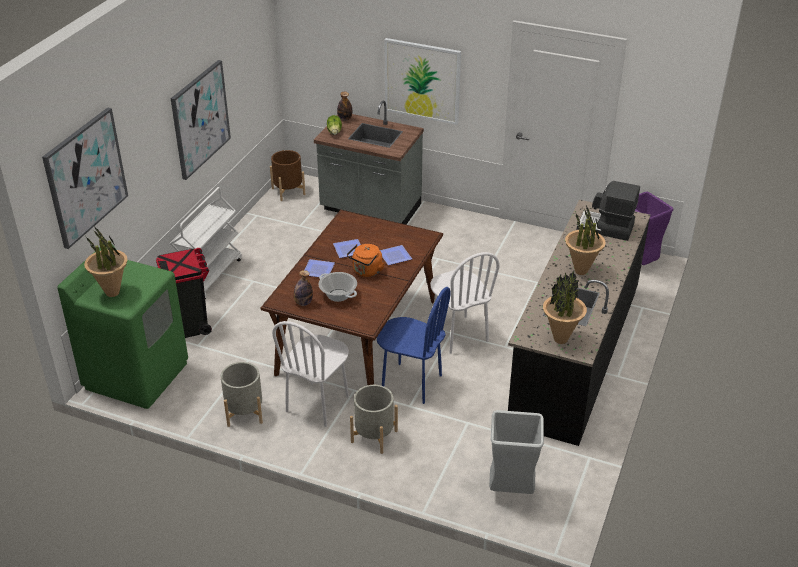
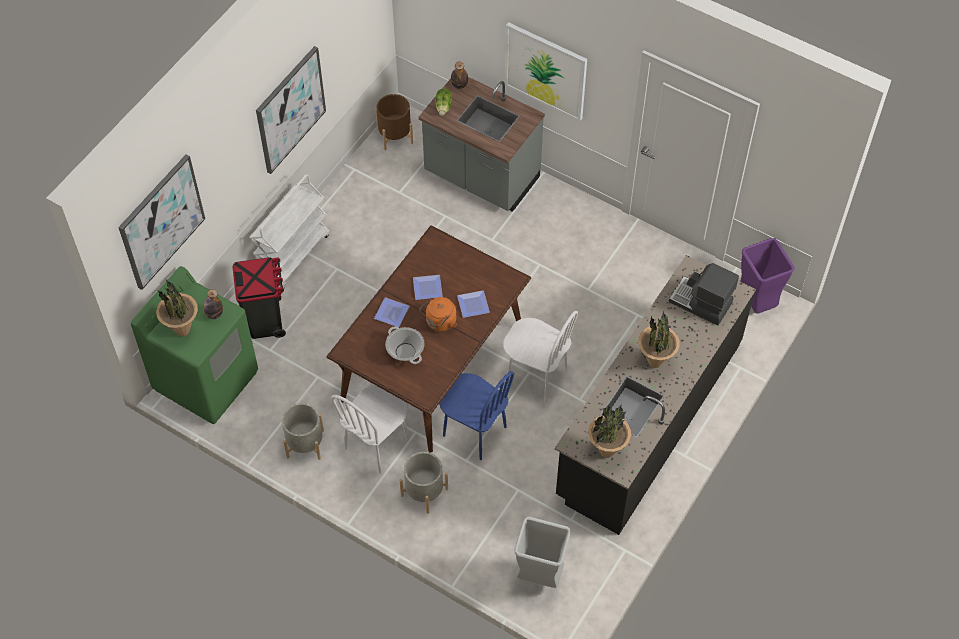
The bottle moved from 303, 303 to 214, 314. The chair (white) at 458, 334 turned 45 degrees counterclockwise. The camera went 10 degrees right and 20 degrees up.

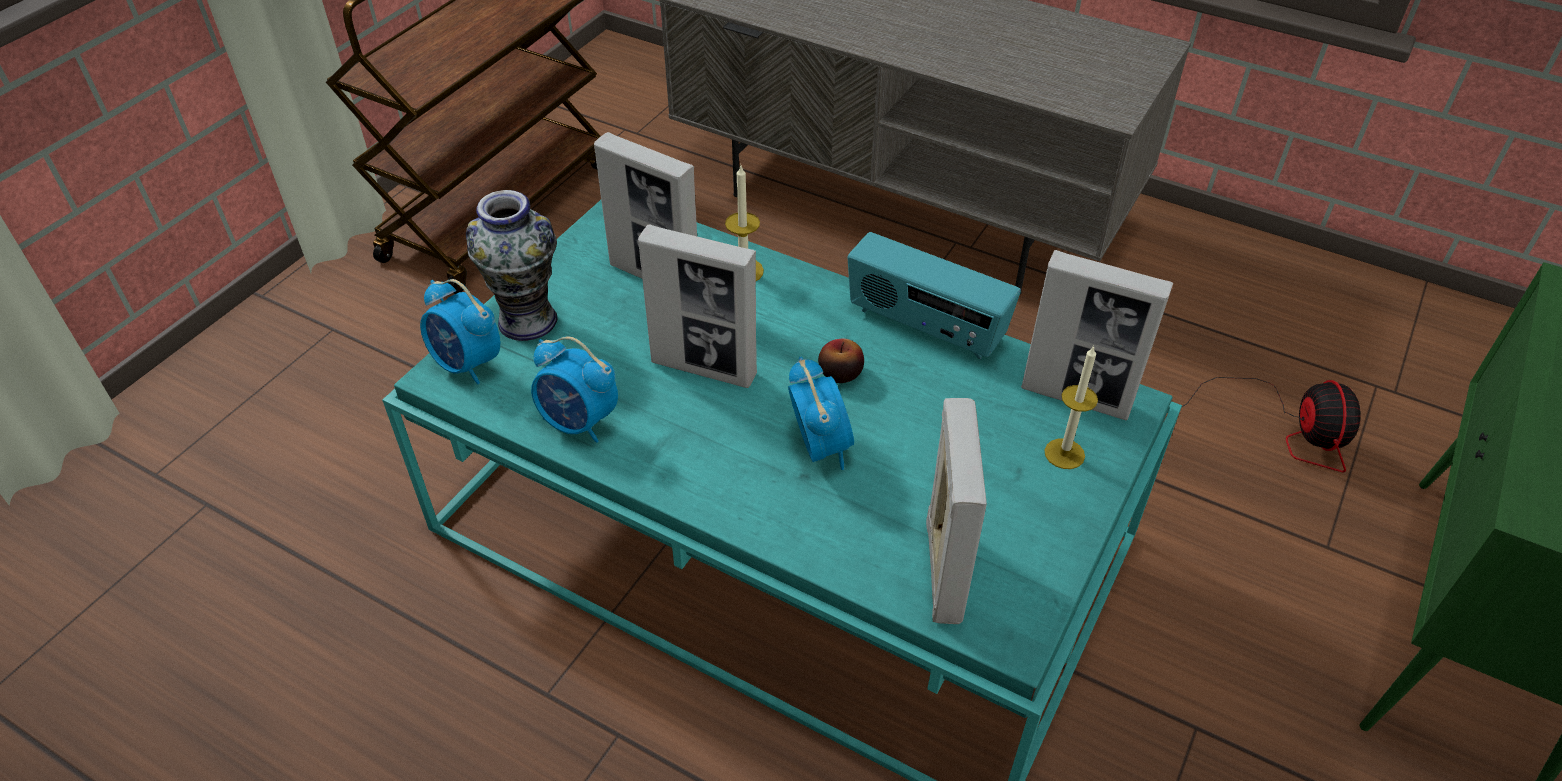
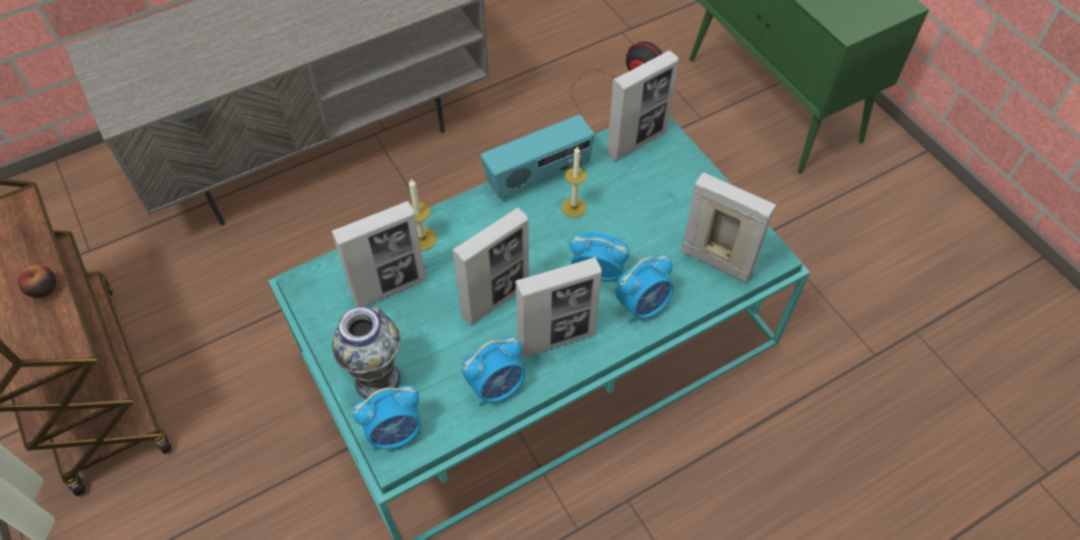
The apple moved from 840, 373 to 43, 288. The candle moved from 1064, 454 to 574, 207. The picture frame at 556, 339 appeared. The alarm clock at 643, 306 appeared. The camera went 60 degrees left and 10 degrees up.

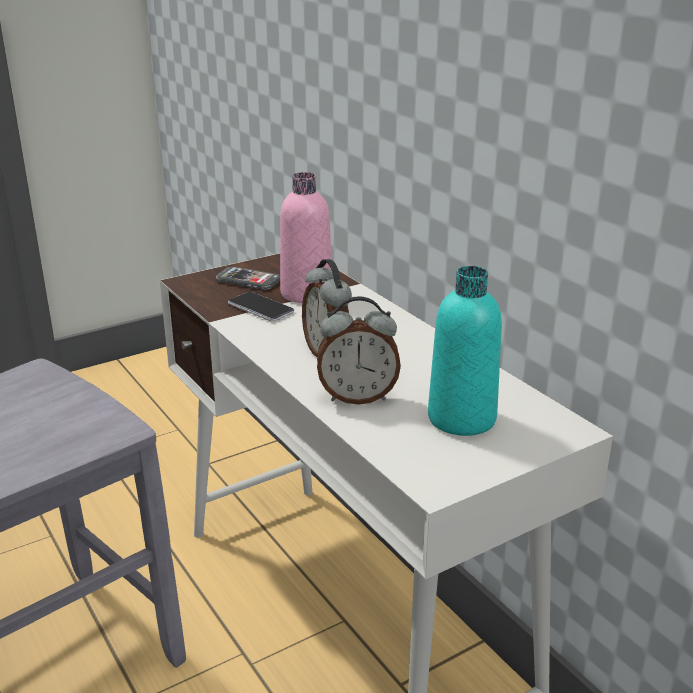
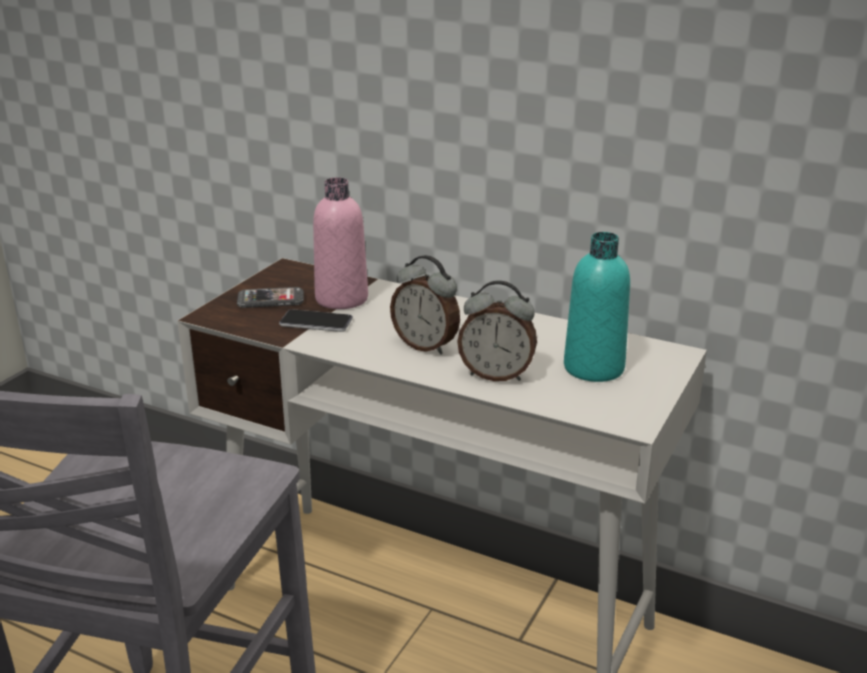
The alarm clock at 358, 397 turned 45 degrees clockwise. The camera went 30 degrees left and 0 degrees up.

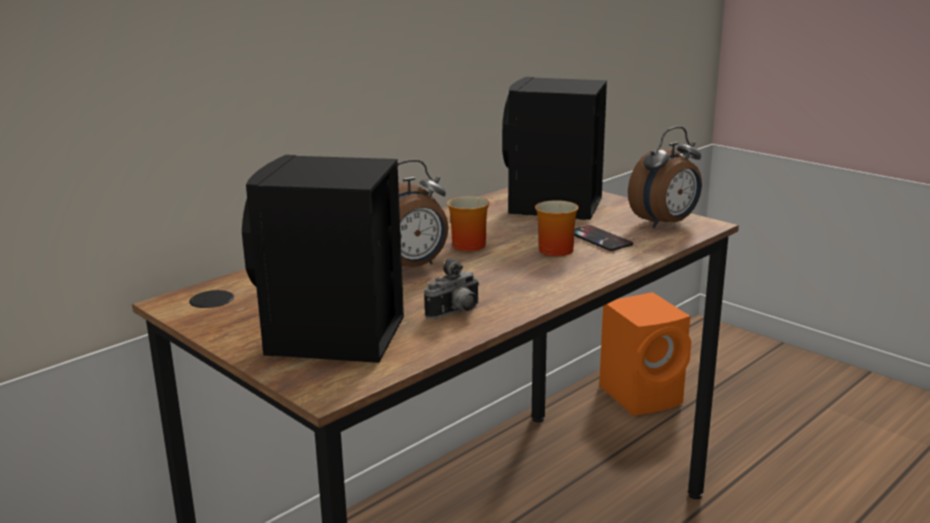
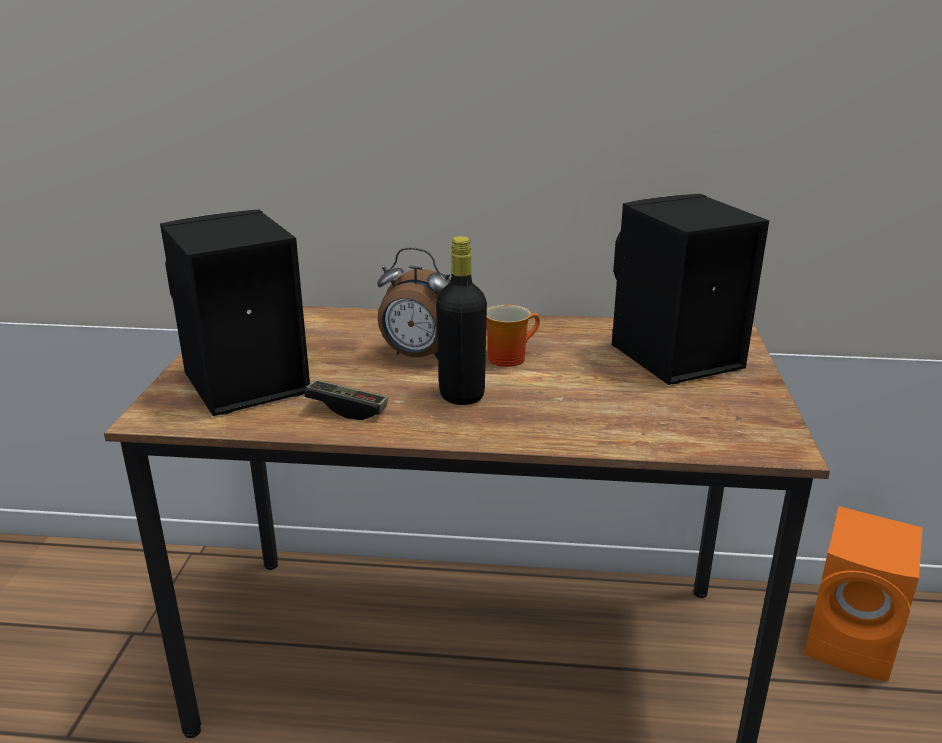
The photo camera at 456, 313 was replaced by the game controller at 347, 409. The mug at 552, 249 disappeared. The phone at 599, 239 disappeared. The alarm clock at 665, 223 disappeared. The bottle (black) at 461, 395 appeared. The camera went 50 degrees right and 5 degrees up.

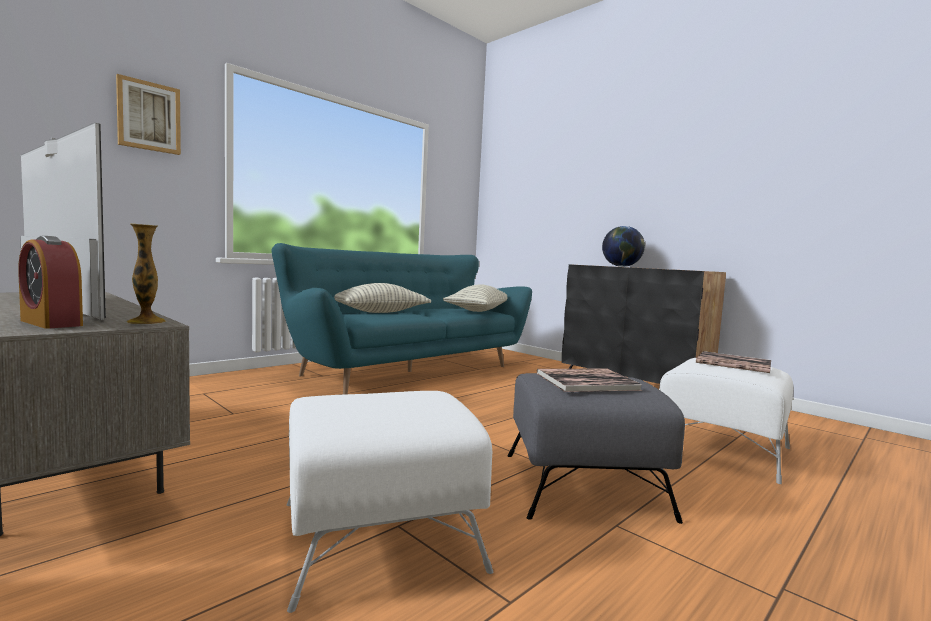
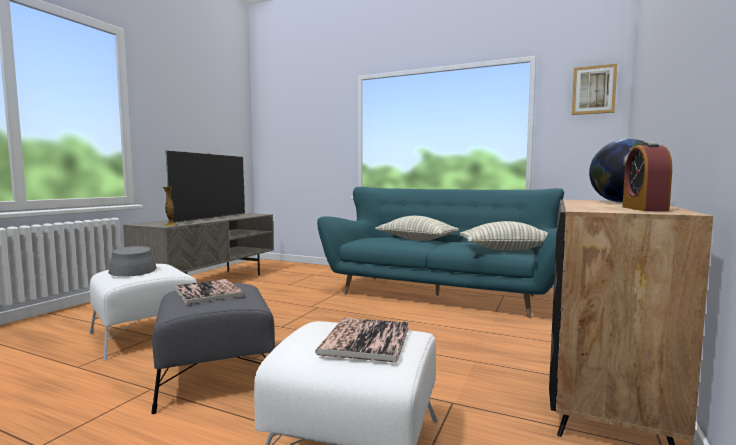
The alarm clock moved from 51, 323 to 644, 209. The picture moved from 149, 116 to 593, 90. The hat (grey) at 132, 269 appeared. The camera went 70 degrees right and 0 degrees up.

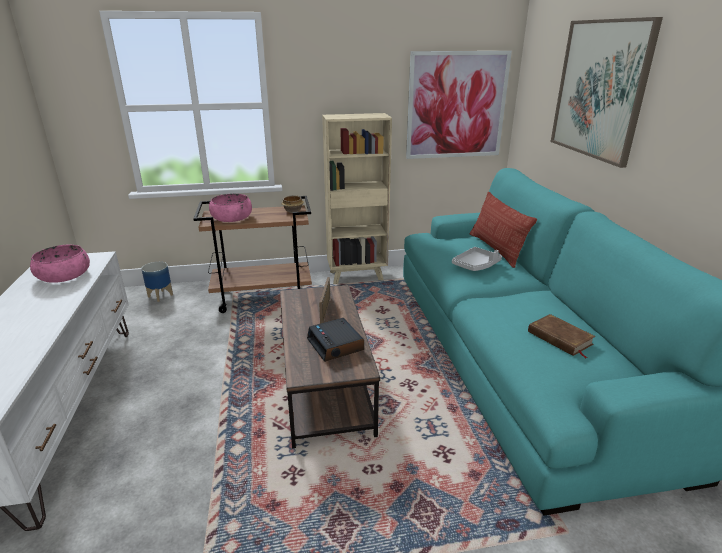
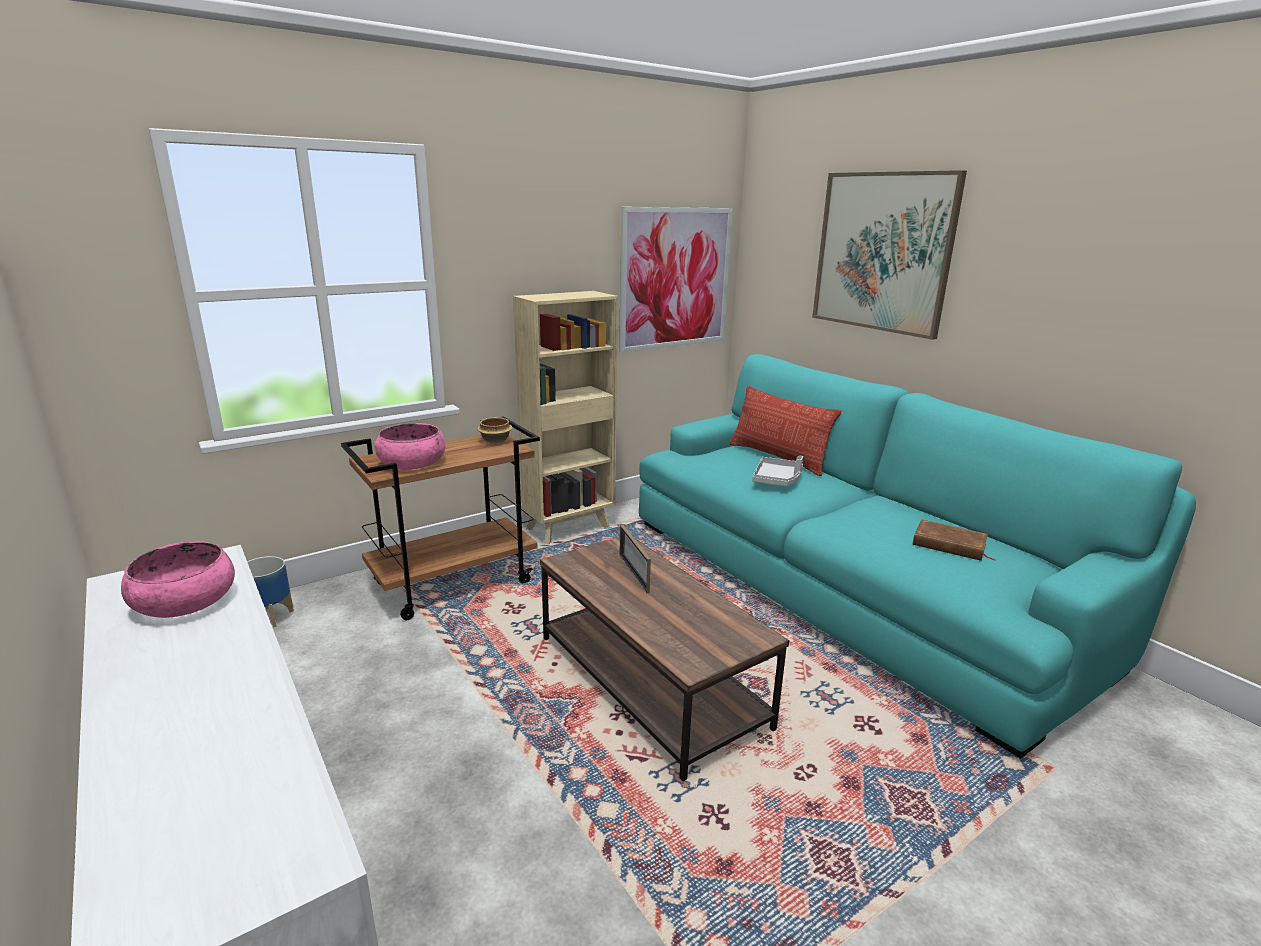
The alarm clock at 336, 345 disappeared. The camera went 25 degrees left and 5 degrees down.

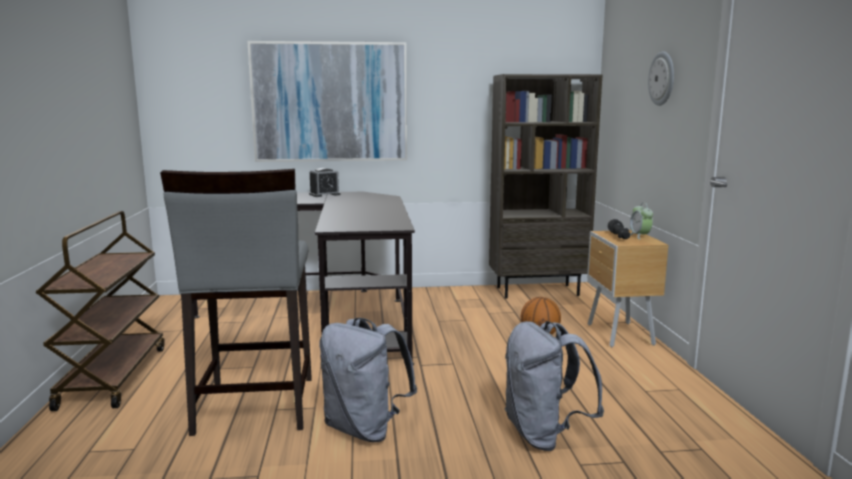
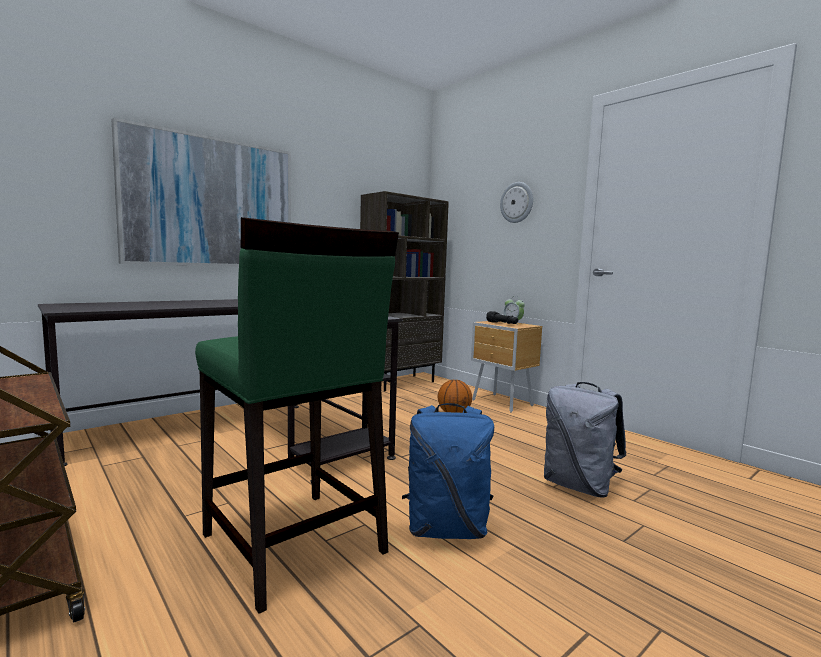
The stool (grey) at 254, 405 became the stool (green) at 293, 544. The alarm clock at 324, 194 disappeared. The backpack (grey) at 365, 429 became the backpack (blue) at 446, 529. The camera went 35 degrees left and 5 degrees down.

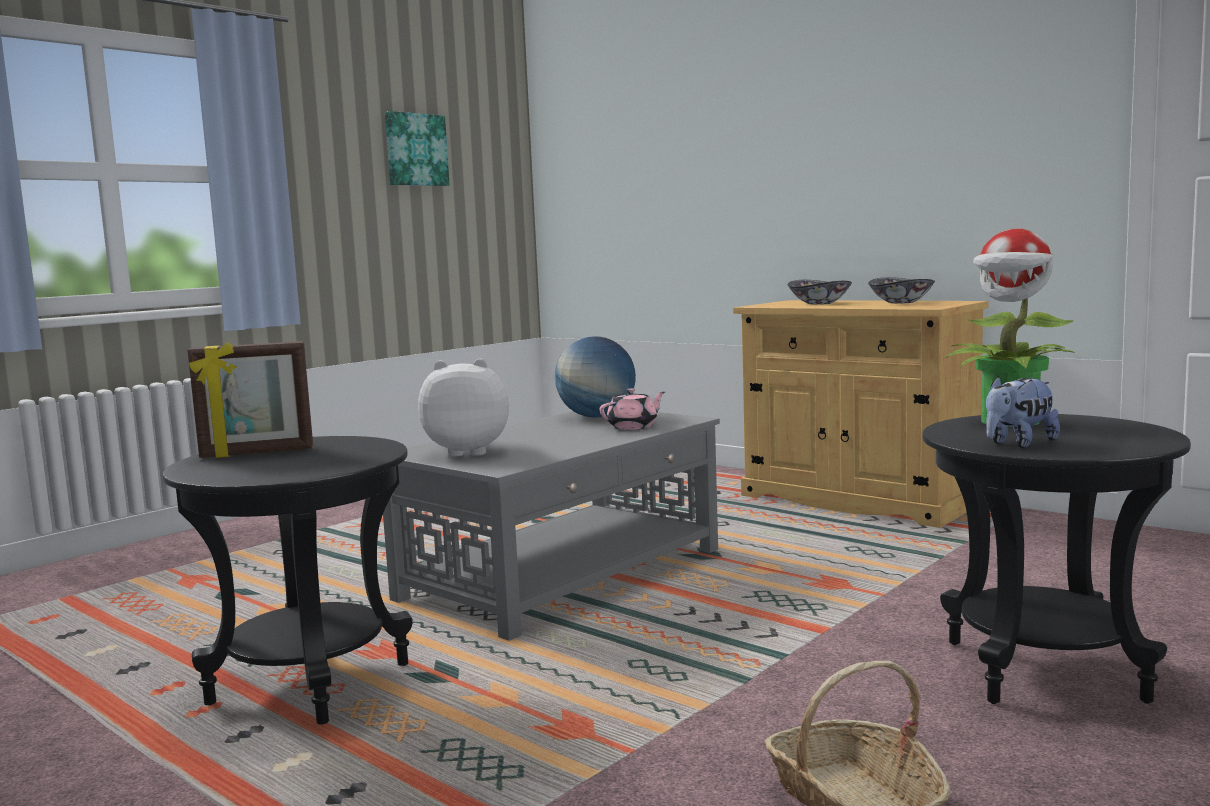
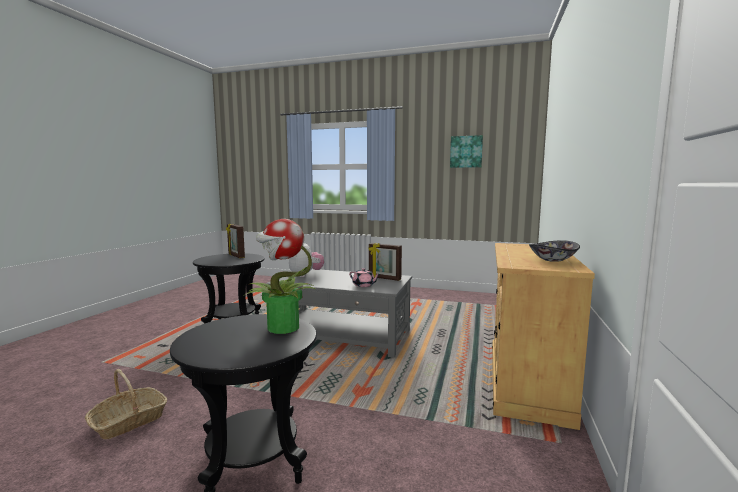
The globe at 596, 416 was replaced by the picture frame at 384, 278. The bowl at 820, 303 disappeared. The plush toy at 1018, 443 disappeared. The camera went 65 degrees right and 0 degrees up.

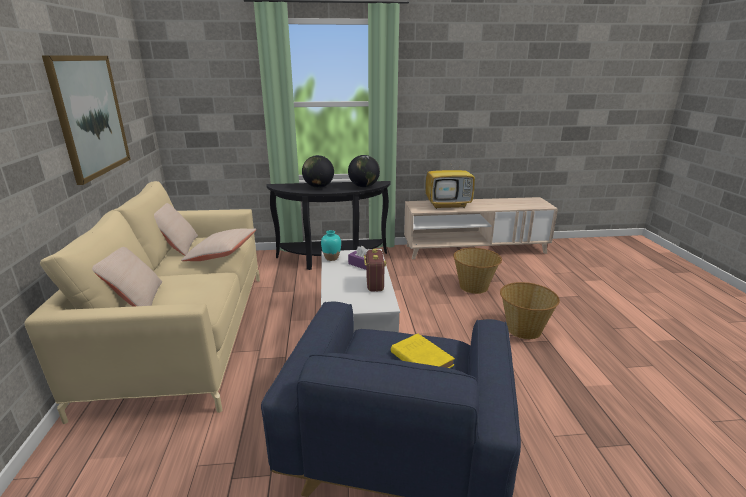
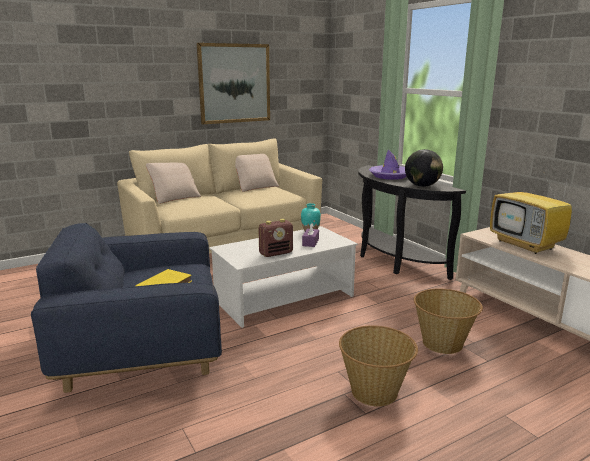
The pillow (beige) at 221, 255 disappeared. The globe at 318, 187 was replaced by the hat (purple) at 390, 176. The camera went 65 degrees right and 5 degrees down.

